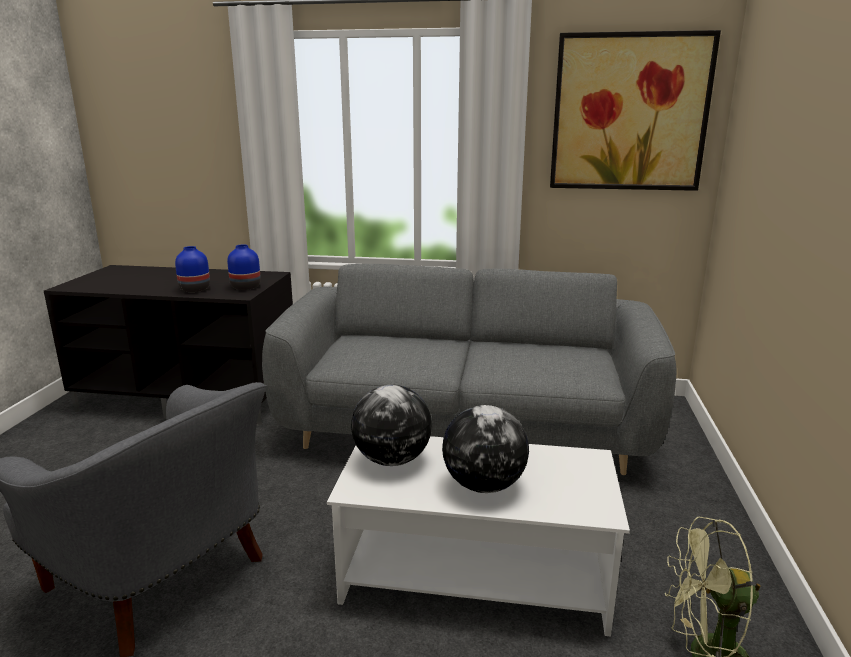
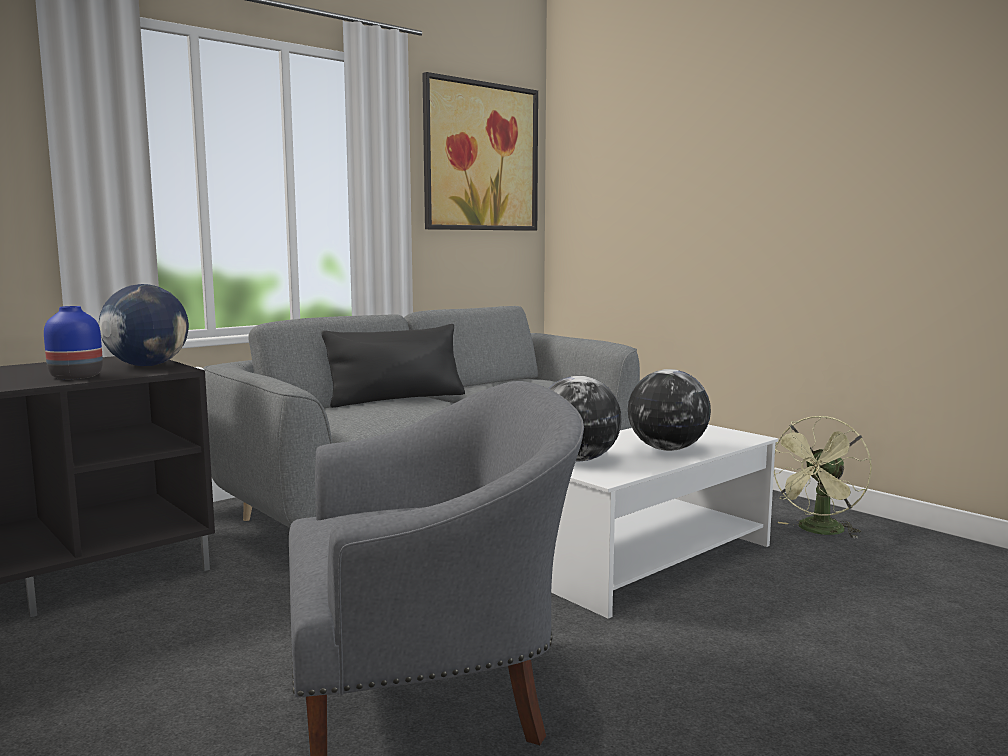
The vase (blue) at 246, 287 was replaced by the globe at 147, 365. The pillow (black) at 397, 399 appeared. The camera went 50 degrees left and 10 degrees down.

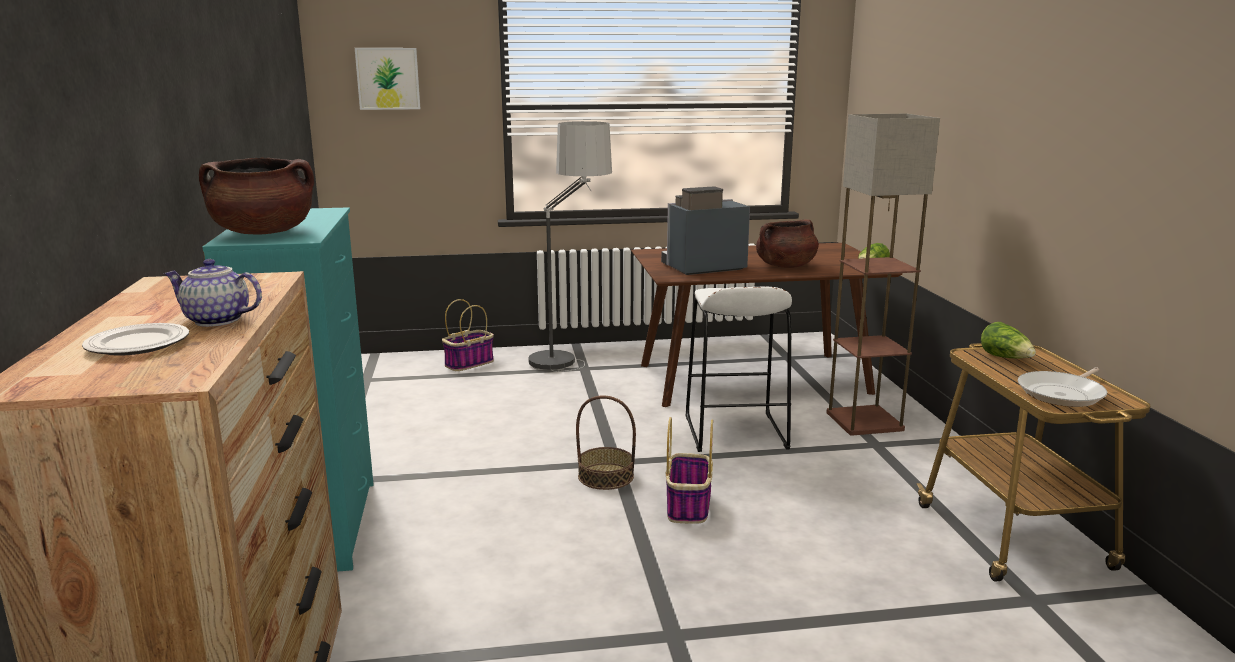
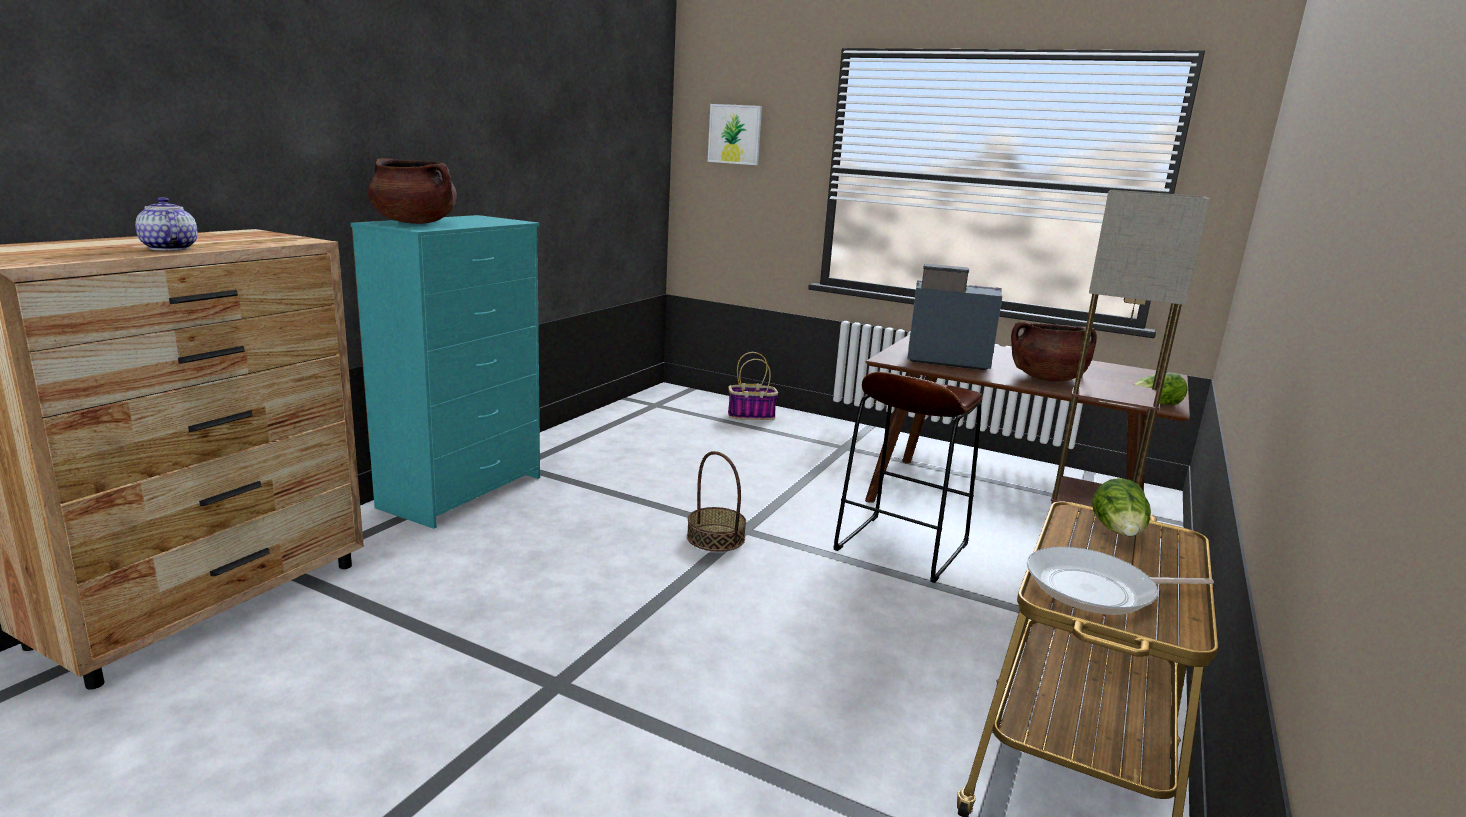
The plate at 139, 344 disappeared. The floor lamp at 569, 375 disappeared. The basket at 688, 507 disappeared. The stool (white) at 735, 432 became the stool (brown) at 900, 547. The camera went 35 degrees right and 0 degrees up.

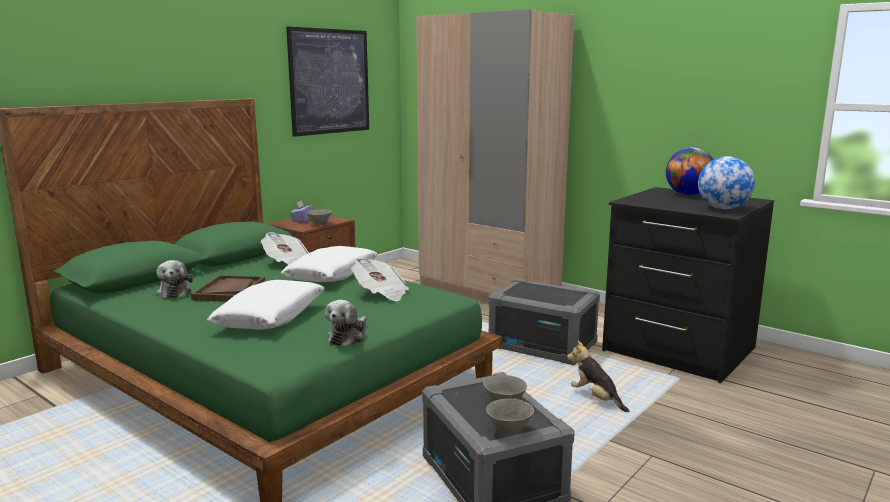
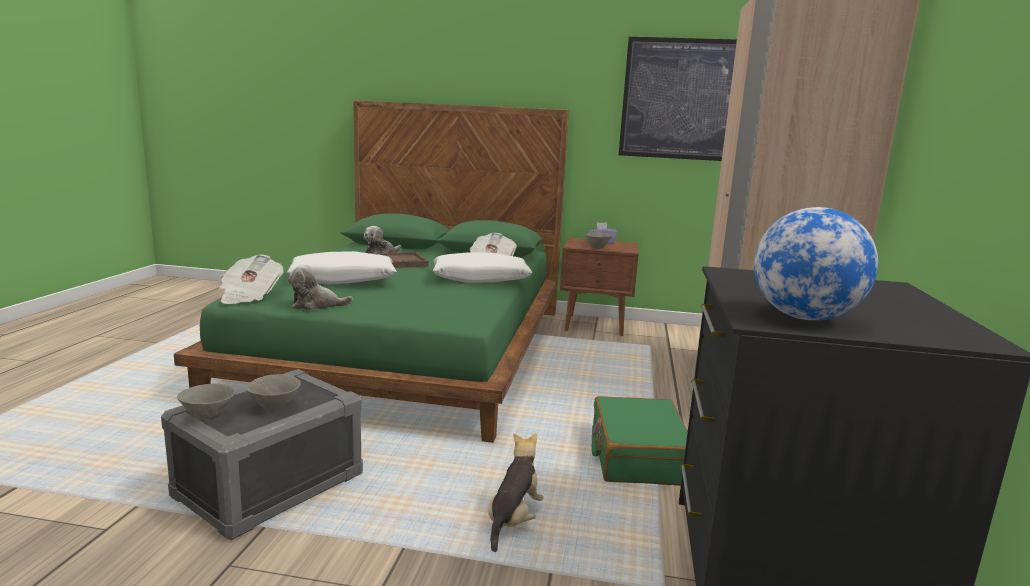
The newspaper moved from 381, 294 to 249, 296. The storage box (grey) at 543, 345 was replaced by the suitcase (green) at 637, 456. The globe at 688, 195 disappeared. The camera went 60 degrees right and 0 degrees up.

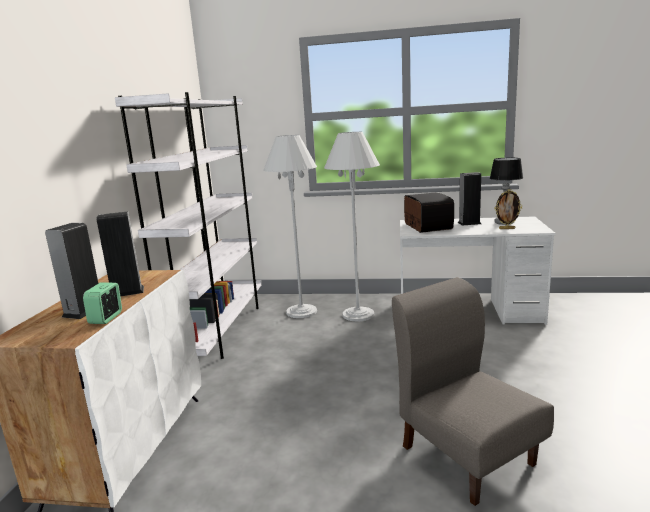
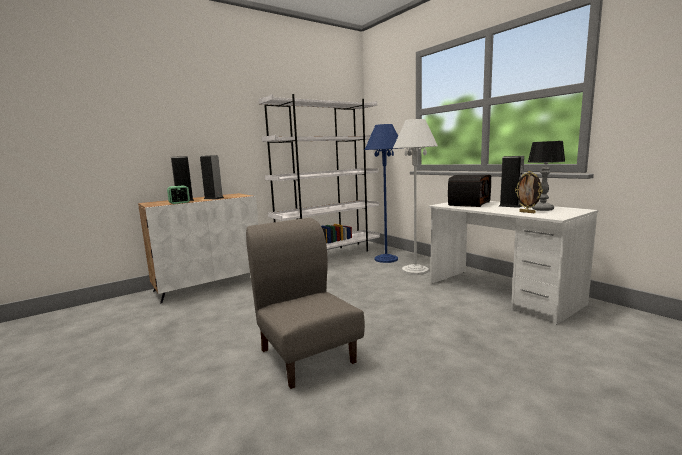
The floor lamp (white) at 301, 311 became the floor lamp (blue) at 386, 259. The chair (grey) at 466, 454 turned 45 degrees counterclockwise. The camera went 45 degrees right and 5 degrees down.

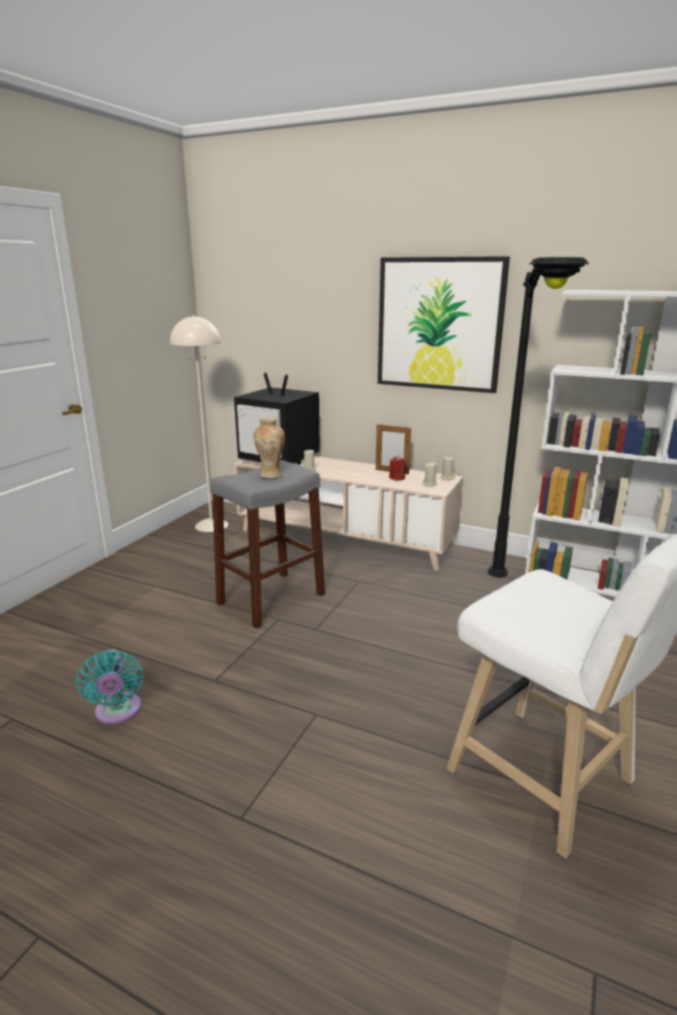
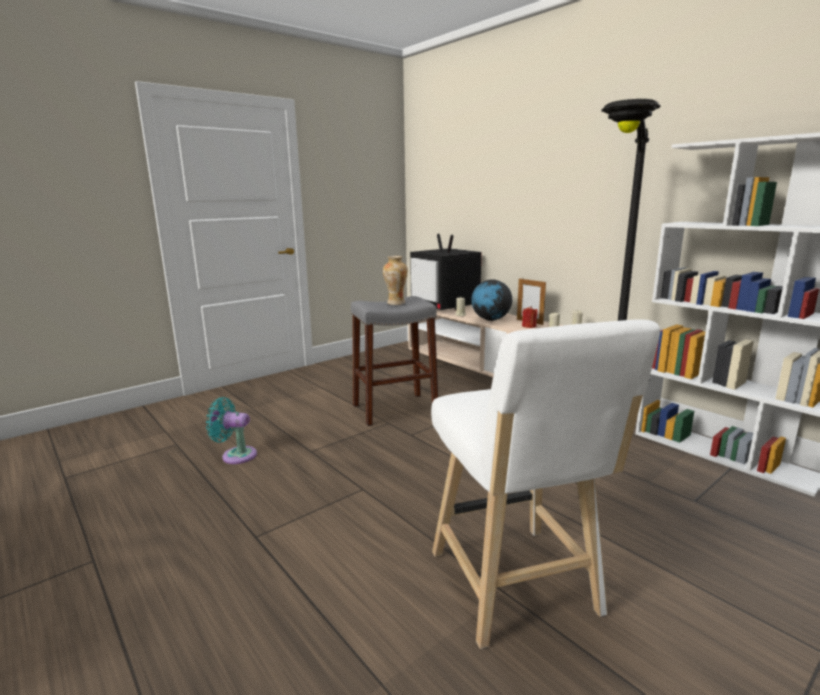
The fan (turquoise) at 118, 712 turned 90 degrees clockwise. The floor lamp (beige) at 211, 525 disappeared. The picture at 439, 324 disappeared. The globe at 490, 319 appeared. The camera went 25 degrees right and 5 degrees down.

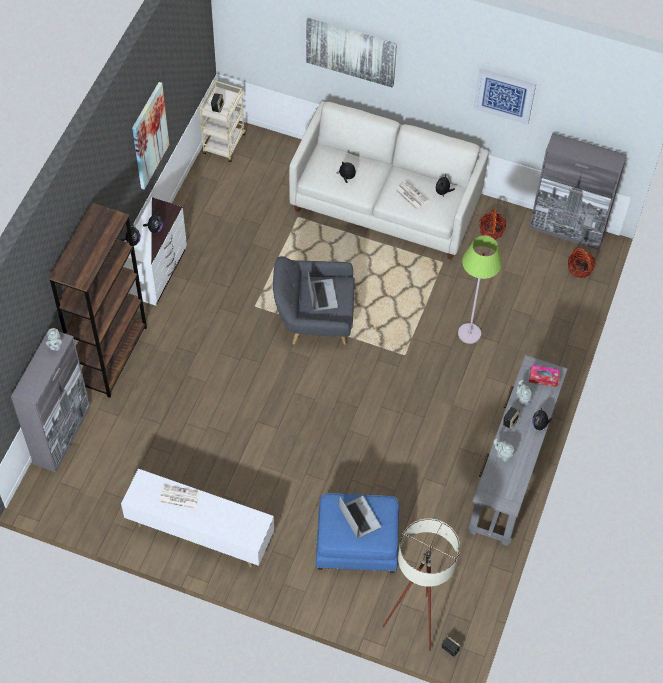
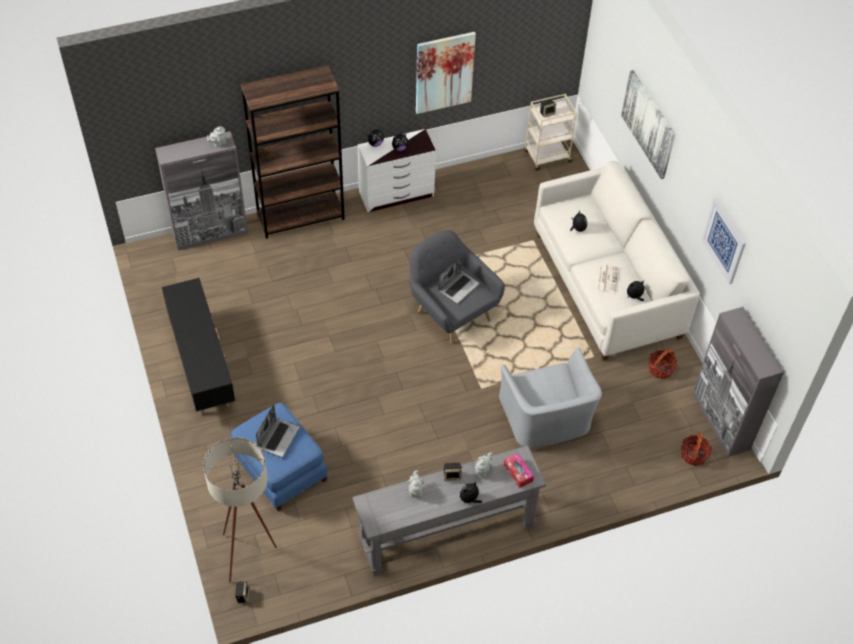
The tv stand (white) at 200, 533 became the tv stand (black) at 202, 365. The newspaper at 178, 497 disappeared. The floor lamp (green) at 469, 334 was replaced by the armchair (grey) at 546, 418. The camera went 50 degrees right and 5 degrees down.

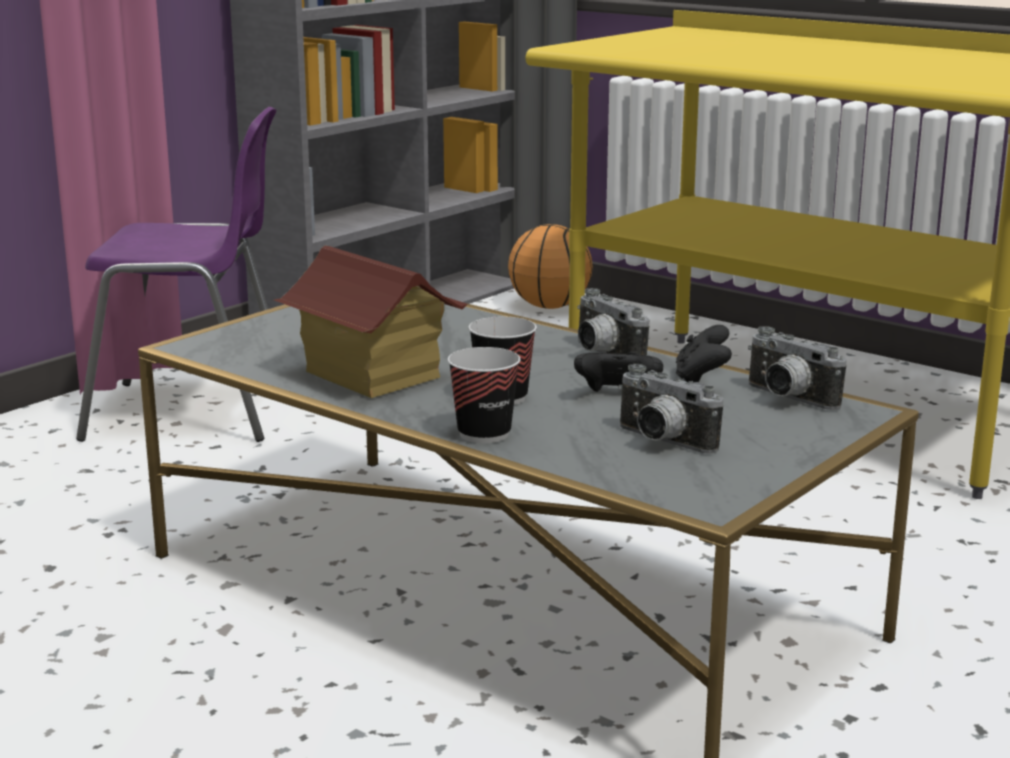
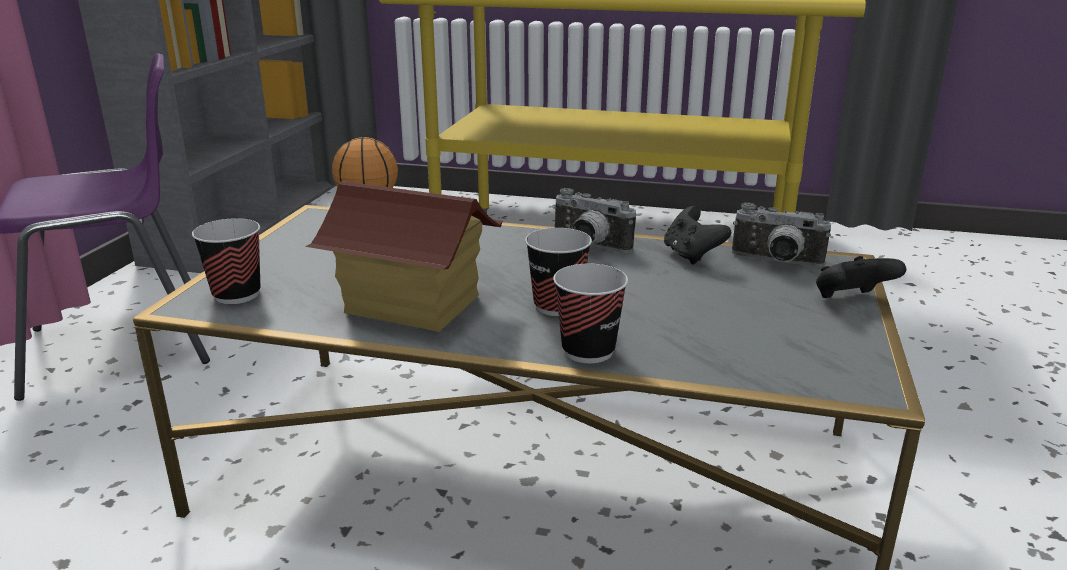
The game controller (black) moved from 618, 397 to 851, 300. The photo camera at 660, 442 disappeared. The cup at 237, 295 appeared. The camera went 25 degrees left and 5 degrees up.

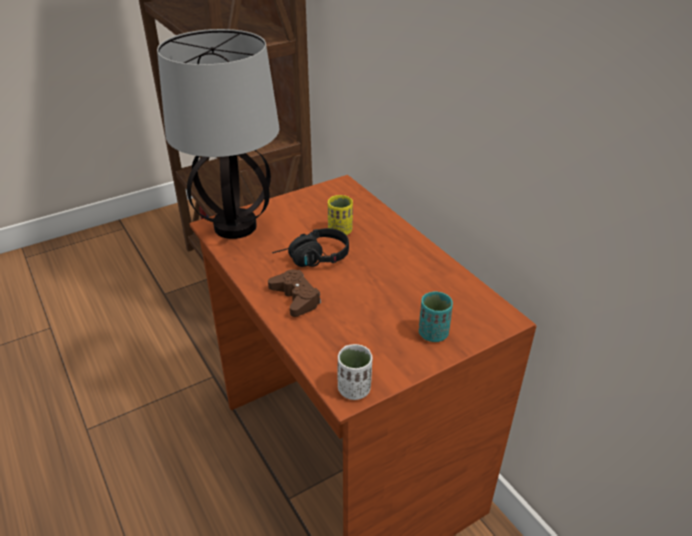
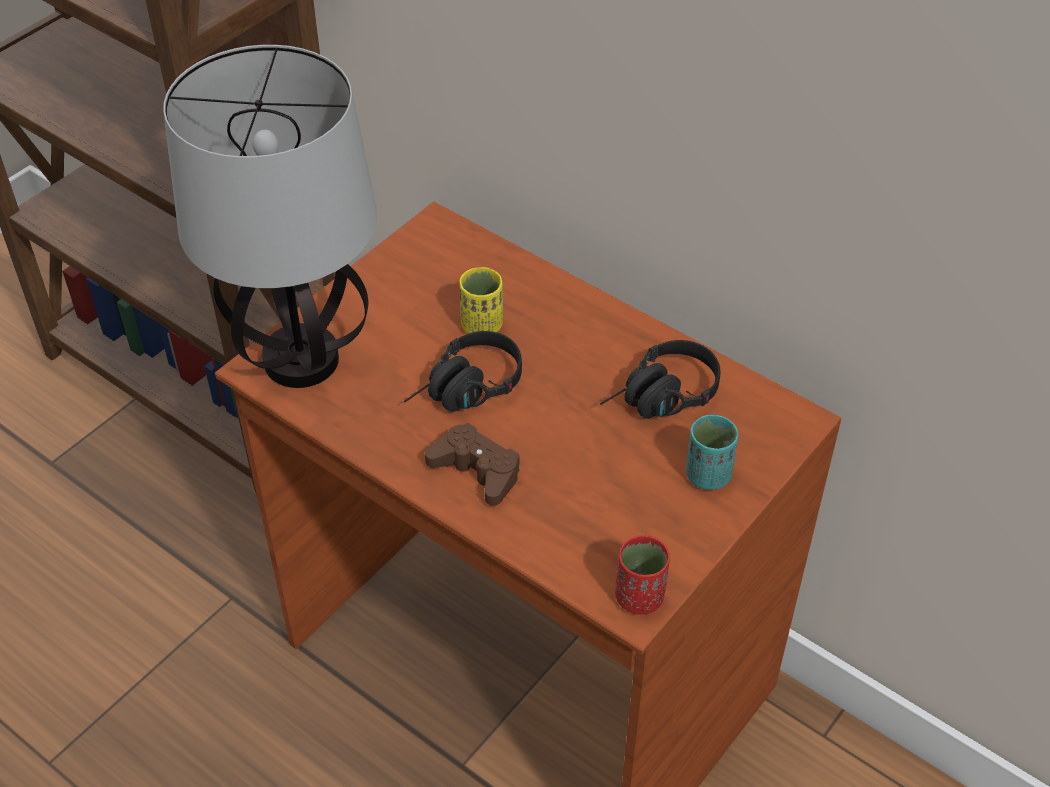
The cup (white) at 354, 389 became the cup (red) at 639, 597. The headphones (black) at 660, 400 appeared. The camera went 20 degrees left and 10 degrees up.

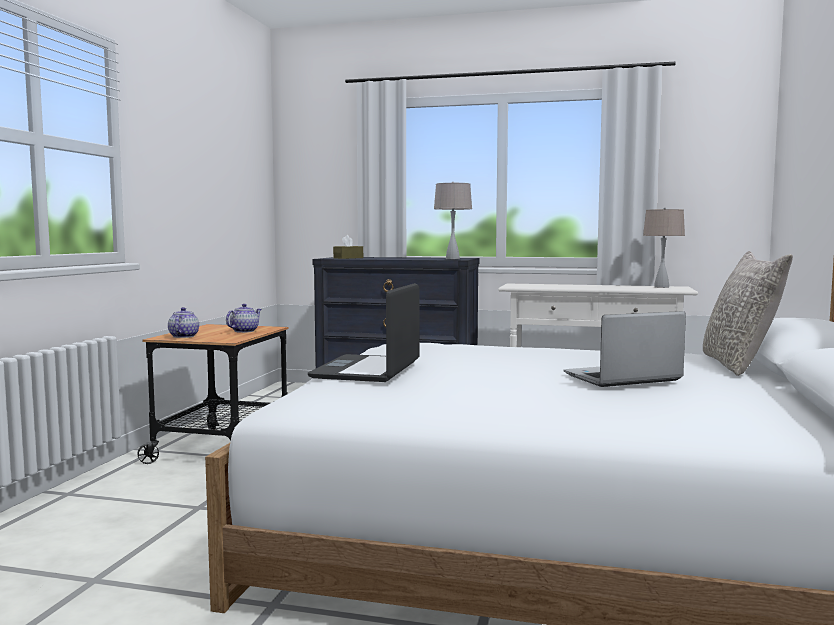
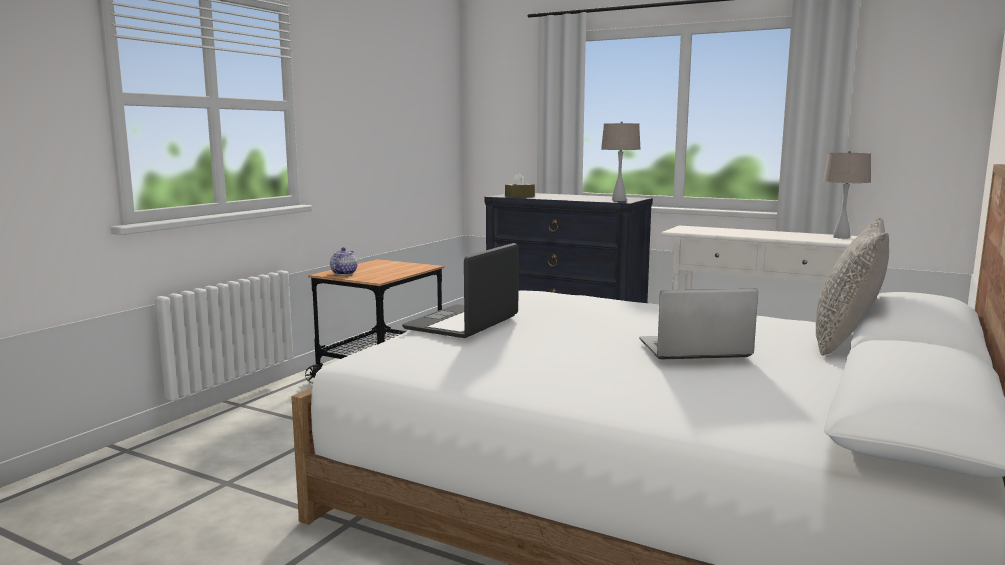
The teapot at 244, 331 disappeared. The camera went 15 degrees right and 5 degrees up.

